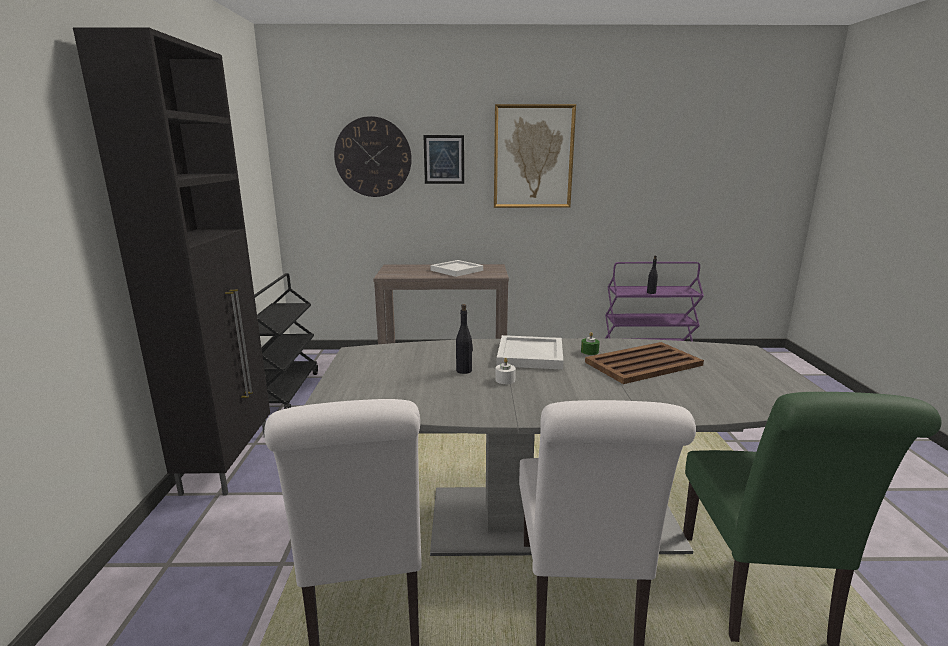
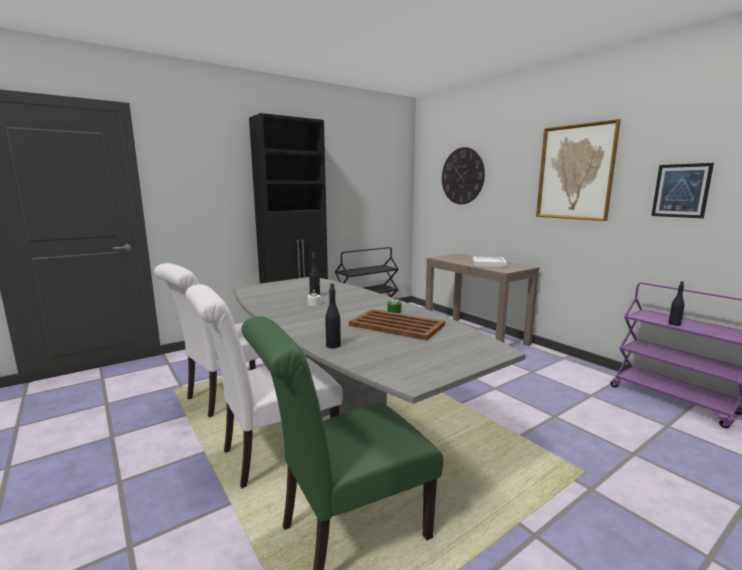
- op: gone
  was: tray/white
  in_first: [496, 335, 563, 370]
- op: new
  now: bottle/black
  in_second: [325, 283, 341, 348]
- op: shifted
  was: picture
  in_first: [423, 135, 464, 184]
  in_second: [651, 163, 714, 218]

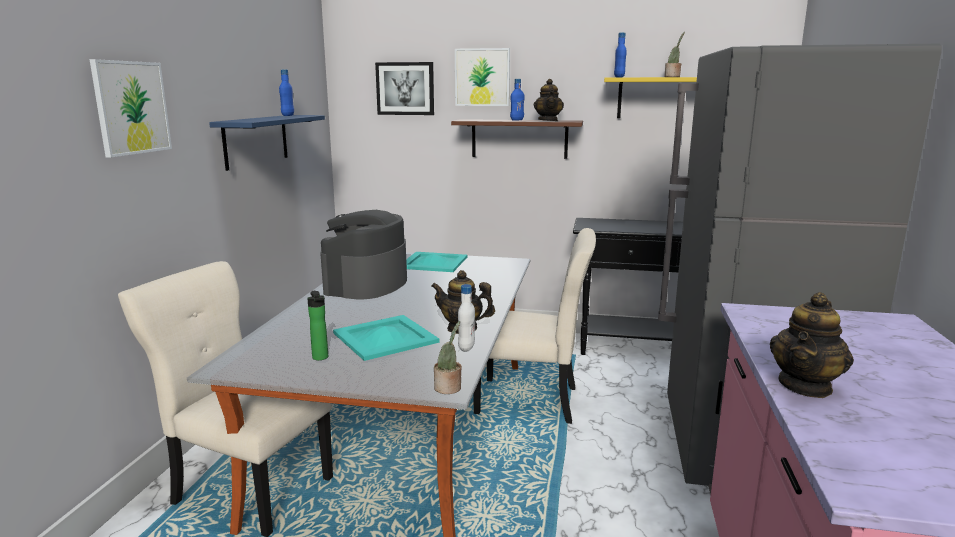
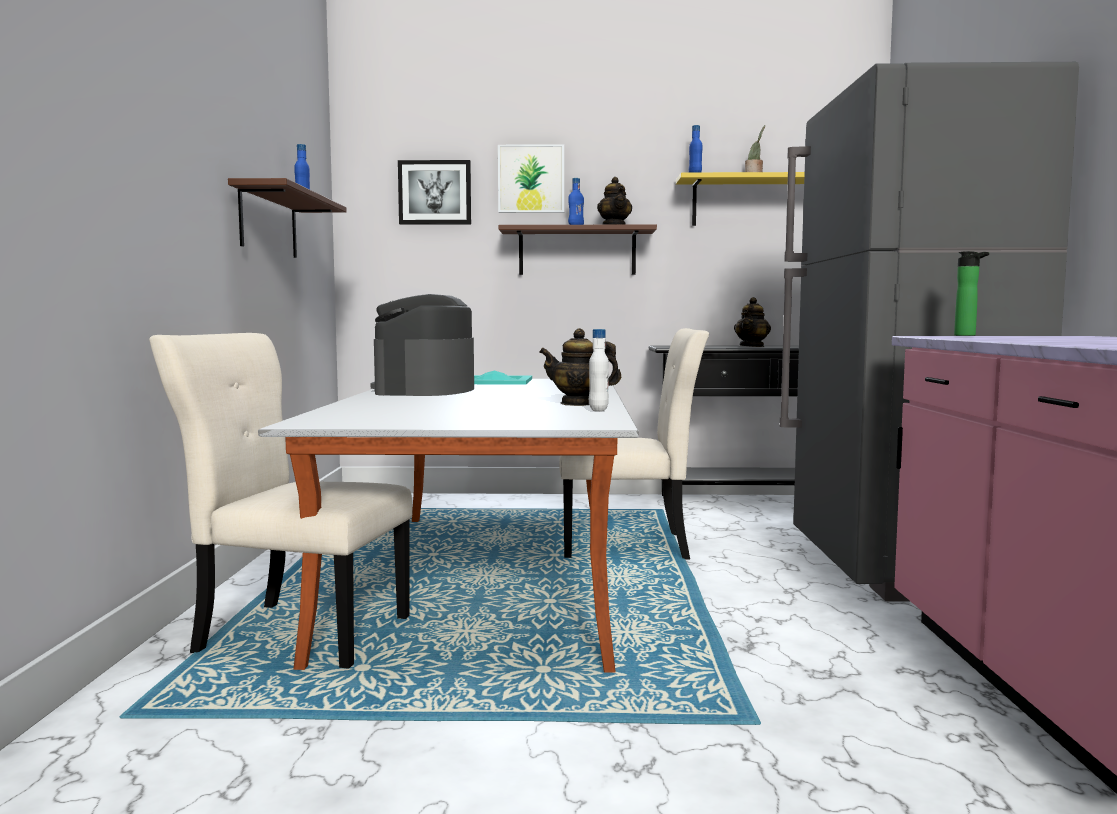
- op: gone
  was: picture
  in_first: [89, 59, 172, 158]
- op: gone
  was: tray/turquoise
  in_first: [333, 315, 440, 361]
- op: gone
  was: potted plant
  in_first: [434, 321, 462, 394]
- op: shifted
  was: bottle
  in_first: [307, 291, 328, 360]
  in_second: [954, 251, 989, 336]
- op: shifted
  was: teapot
  in_first: [770, 292, 854, 398]
  in_second: [734, 297, 771, 347]
- op: repainted
  was: shelf/blue
  now: shelf/brown
  in_first: [209, 115, 325, 171]
  in_second: [228, 178, 347, 258]

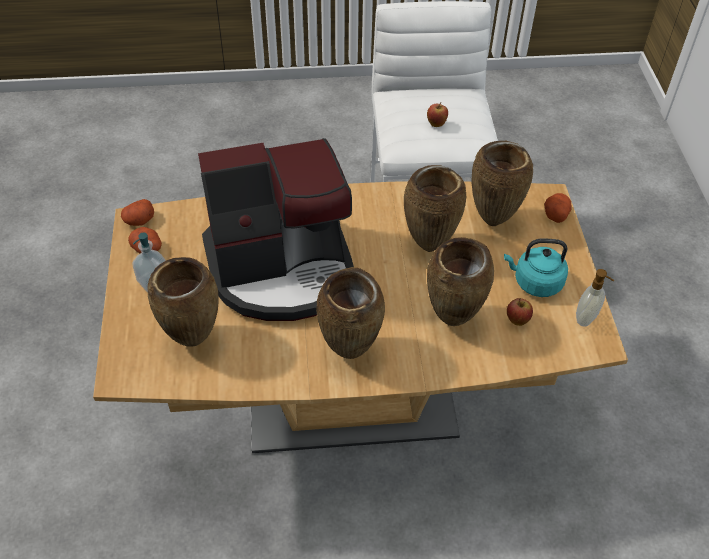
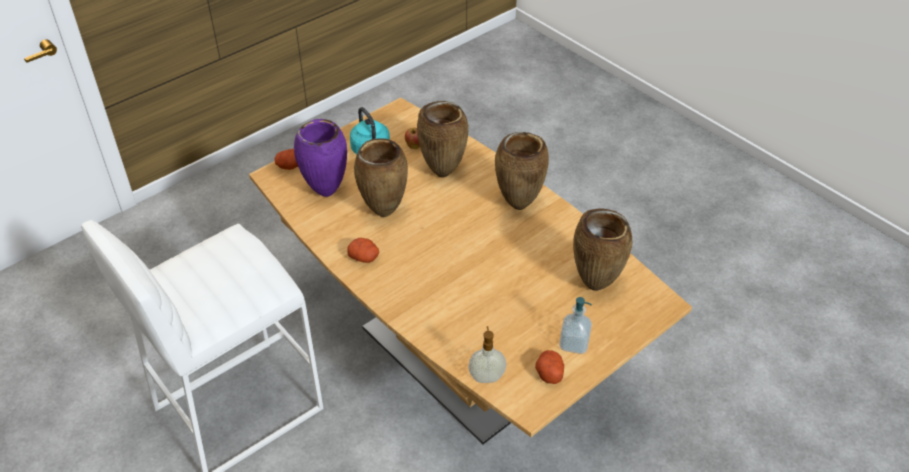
- op: gone
  was: coffee machine
  in_first: [198, 138, 354, 321]
- op: gone
  was: apple
  in_first: [427, 102, 448, 127]
- op: shifted
  was: potato
  in_first: [121, 199, 154, 226]
  in_second: [347, 238, 379, 263]
- op: shifted
  was: soap dispenser
  in_first: [576, 269, 614, 327]
  in_second: [468, 326, 506, 383]
- op: repainted
  was: vase/brown
  now: vase/purple
  in_first: [471, 141, 533, 226]
  in_second: [294, 119, 347, 197]

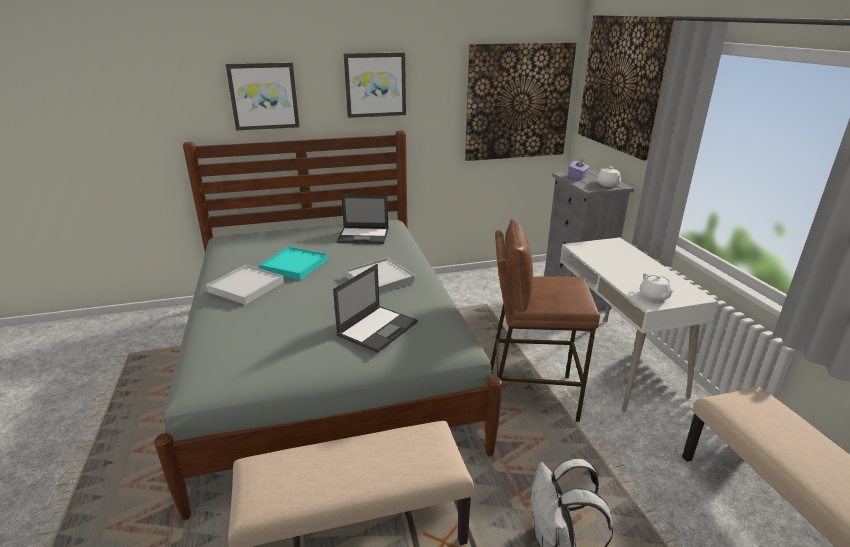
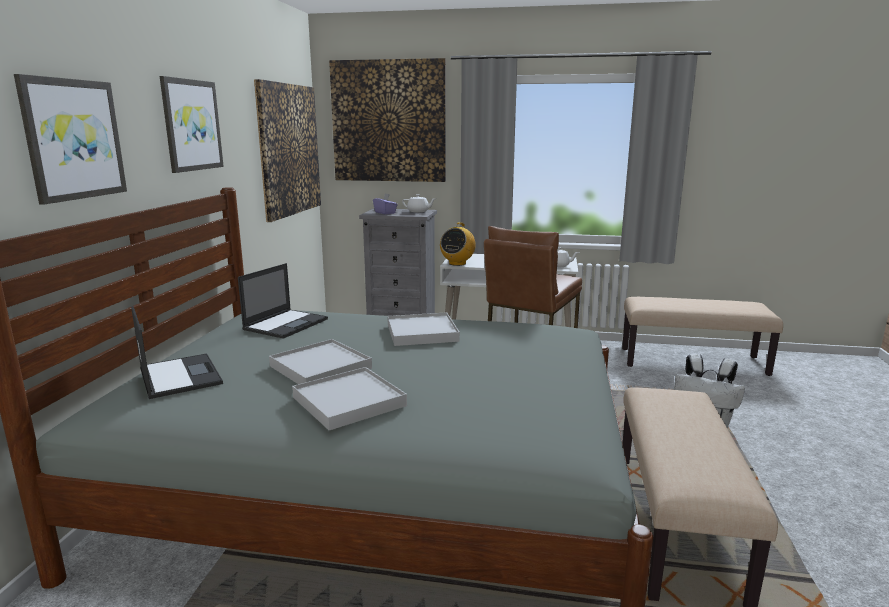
- op: new
  now: radio
  in_second: [440, 222, 476, 266]
- op: shifted
  was: laptop
  in_first: [333, 264, 417, 353]
  in_second: [131, 306, 223, 399]
- op: repainted
  was: tray/turquoise
  now: tray/white
  in_first: [259, 246, 328, 280]
  in_second: [269, 339, 372, 384]

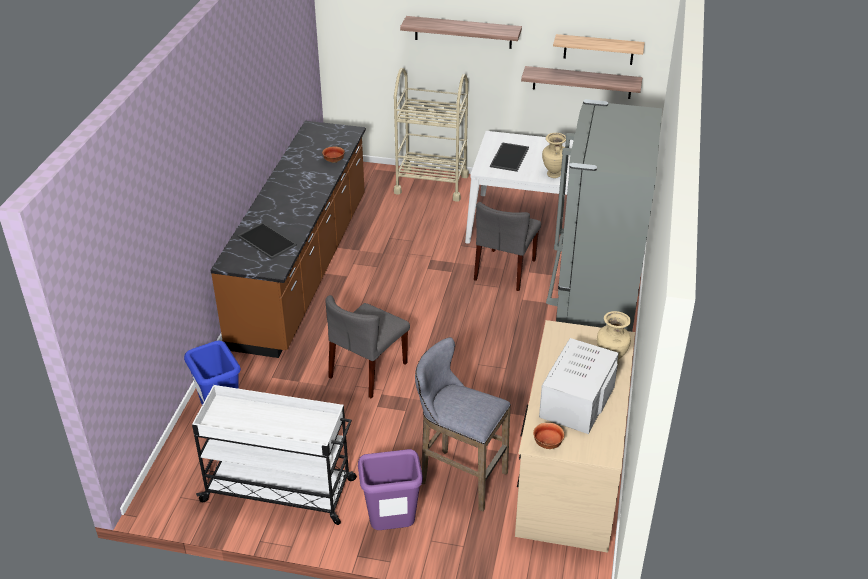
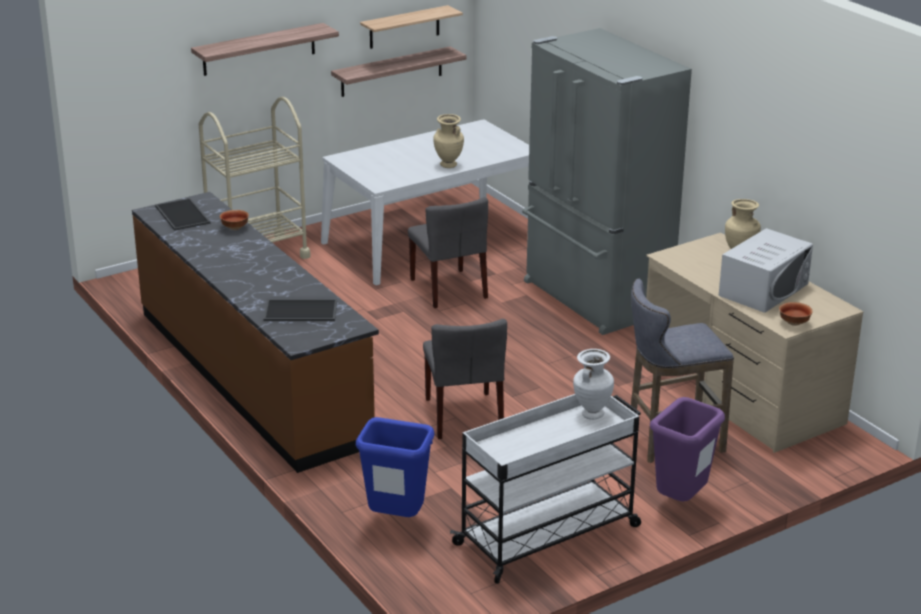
- op: new
  now: vase/white
  in_second: [573, 349, 614, 420]
- op: shifted
  was: tray
  in_first: [490, 142, 529, 172]
  in_second: [155, 198, 210, 231]
- op: rotated
  was: microwave/white
  in_first: [539, 338, 619, 434]
  in_second: [718, 228, 813, 313]
  clockwise: -120

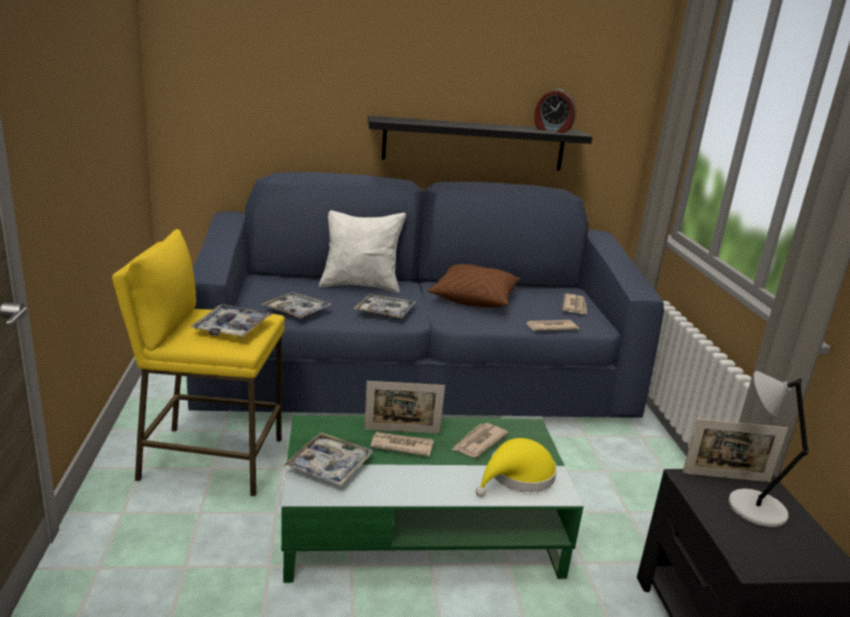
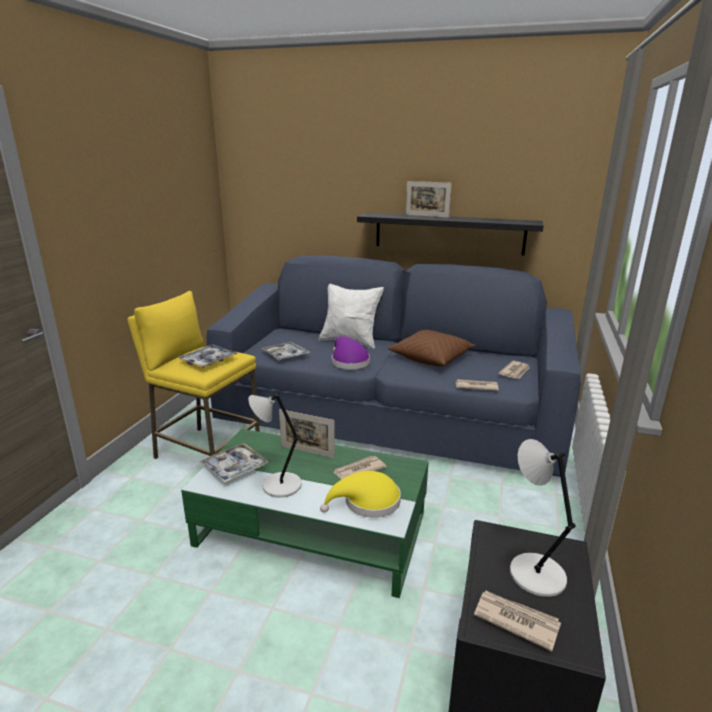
- op: gone
  was: alarm clock
  in_first: [534, 89, 576, 133]
- op: new
  now: table lamp/grey
  in_second: [248, 392, 302, 497]
- op: shifted
  was: newspaper
  in_first: [370, 432, 434, 457]
  in_second: [474, 591, 561, 651]
- op: shifted
  was: picture frame
  in_first: [682, 419, 788, 482]
  in_second: [406, 181, 452, 218]
- op: swapped
  was: tray
  now: hat/purple
  in_first: [354, 294, 416, 318]
  in_second: [332, 336, 370, 370]

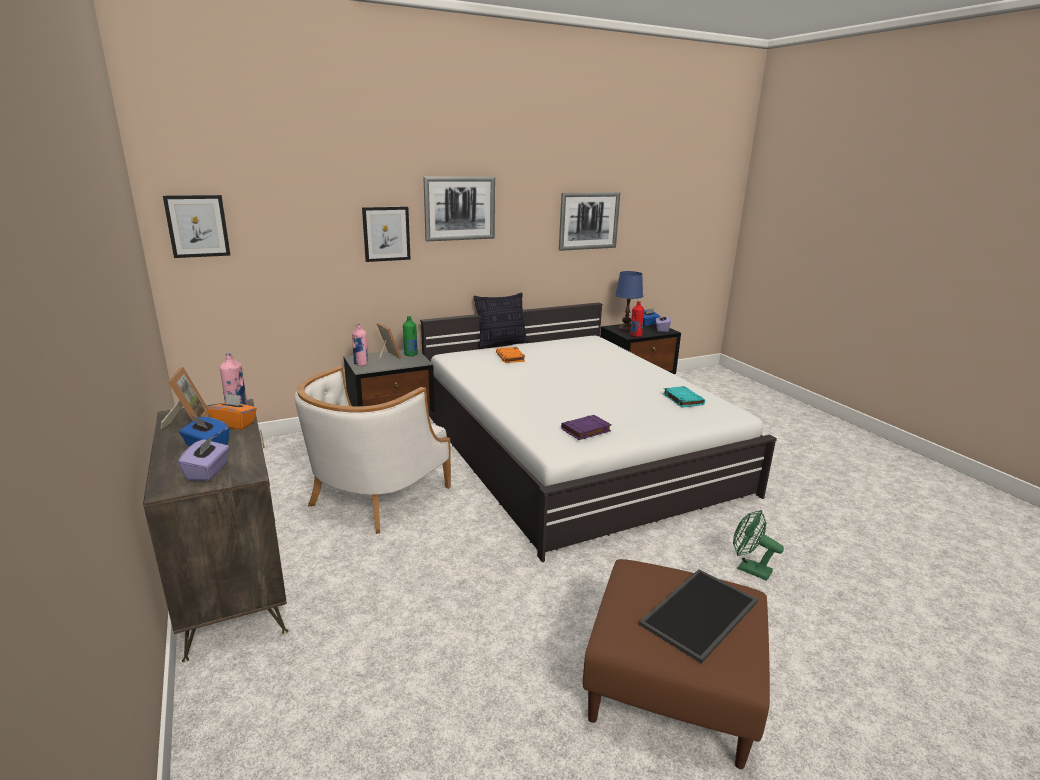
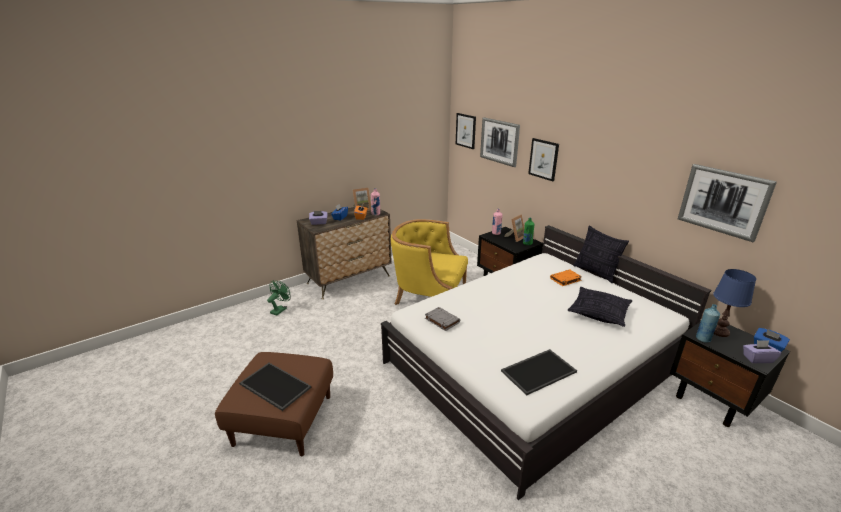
- op: new
  now: pillow
  in_second: [567, 287, 632, 327]
- op: shifted
  was: picture
  in_first: [423, 177, 495, 241]
  in_second: [480, 117, 520, 167]
- op: shifted
  was: fan/green
  in_first: [733, 510, 784, 581]
  in_second: [267, 280, 291, 316]
- op: swapped
  was: book/turquoise
  now: tray
  in_first: [663, 386, 705, 408]
  in_second: [501, 349, 577, 395]
- op: repainted
  was: armchair/white
  now: armchair/yellow
  in_first: [295, 366, 451, 534]
  in_second: [391, 219, 468, 305]
- op: repainted
  was: book/purple
  now: book/grey
  in_first: [561, 415, 612, 440]
  in_second: [425, 307, 460, 331]
- op: repainted
  was: bottle/red
  now: bottle/blue
  in_first: [630, 301, 644, 337]
  in_second: [696, 304, 720, 342]

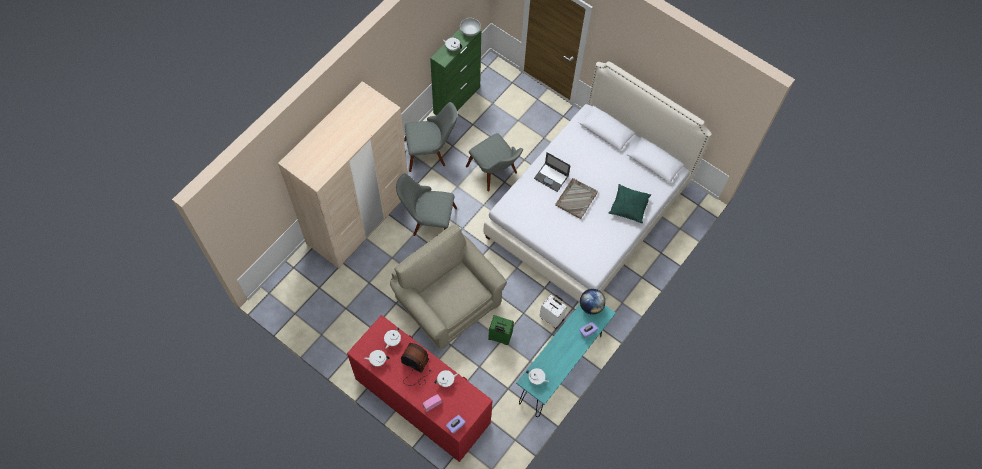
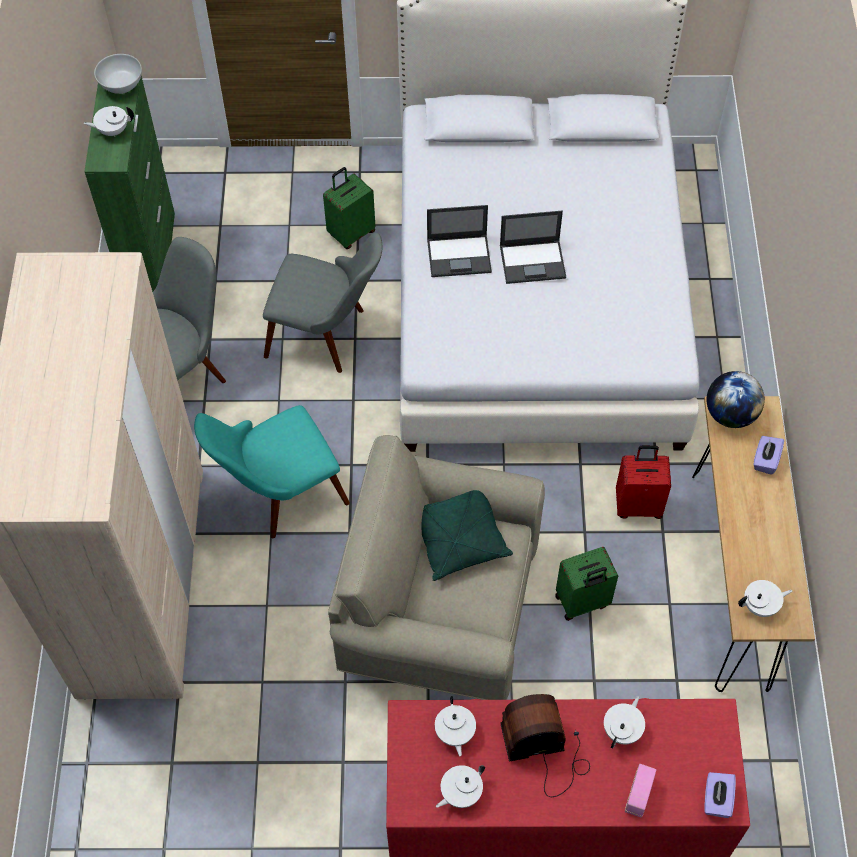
- op: new
  now: suitcase/green
  in_second: [323, 167, 375, 249]
- op: shifted
  was: pillow/green
  in_first: [608, 184, 651, 223]
  in_second: [422, 490, 513, 581]
- op: swapped
  was: tray/grey
  now: laptop
  in_first: [555, 178, 598, 219]
  in_second: [500, 211, 566, 284]
- op: repainted
  was: chair/grey
  now: chair/turquoise
  in_first: [396, 173, 457, 236]
  in_second: [194, 405, 350, 538]
- op: repainted
  was: console table/turquoise
  now: console table/brown
  in_first: [516, 304, 616, 417]
  in_second: [692, 396, 815, 692]
- op: repainted
  was: suitcase/white
  now: suitcase/red
  in_first: [539, 295, 567, 329]
  in_second: [616, 446, 671, 519]

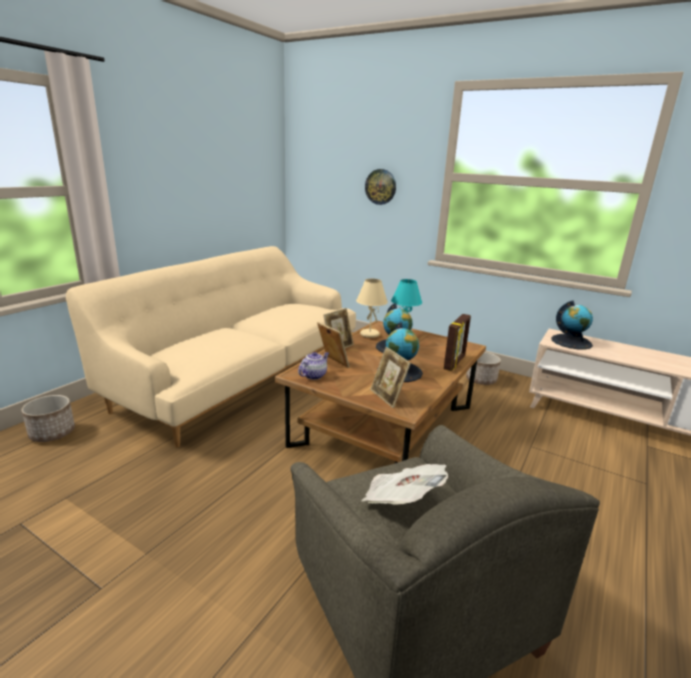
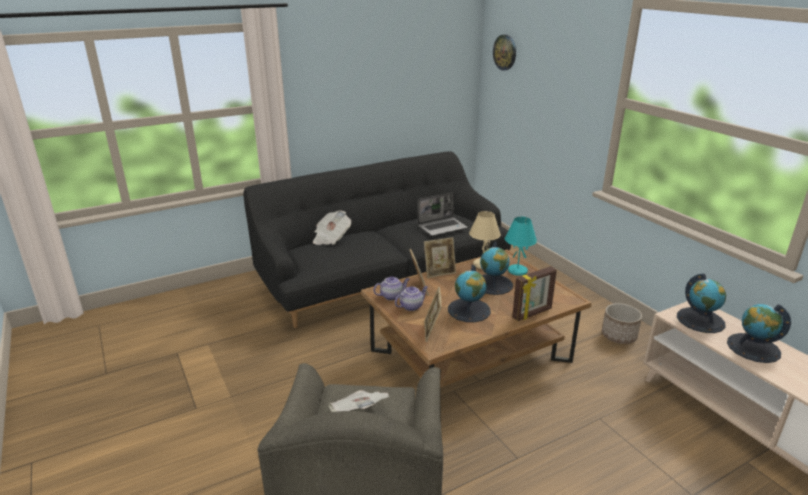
- op: gone
  was: planter
  in_first: [22, 395, 75, 442]
- op: new
  now: newspaper
  in_second: [313, 210, 351, 245]
- op: new
  now: teapot
  in_second: [395, 286, 428, 311]
- op: new
  now: laptop
  in_second: [418, 192, 468, 236]
- op: new
  now: globe
  in_second: [727, 304, 791, 363]
- op: shifted
  was: wall clock
  in_first: [365, 169, 396, 205]
  in_second: [493, 34, 516, 70]
- op: repainted
  was: sofa/beige
  now: sofa/black
  in_first: [66, 246, 356, 448]
  in_second: [243, 151, 511, 328]

